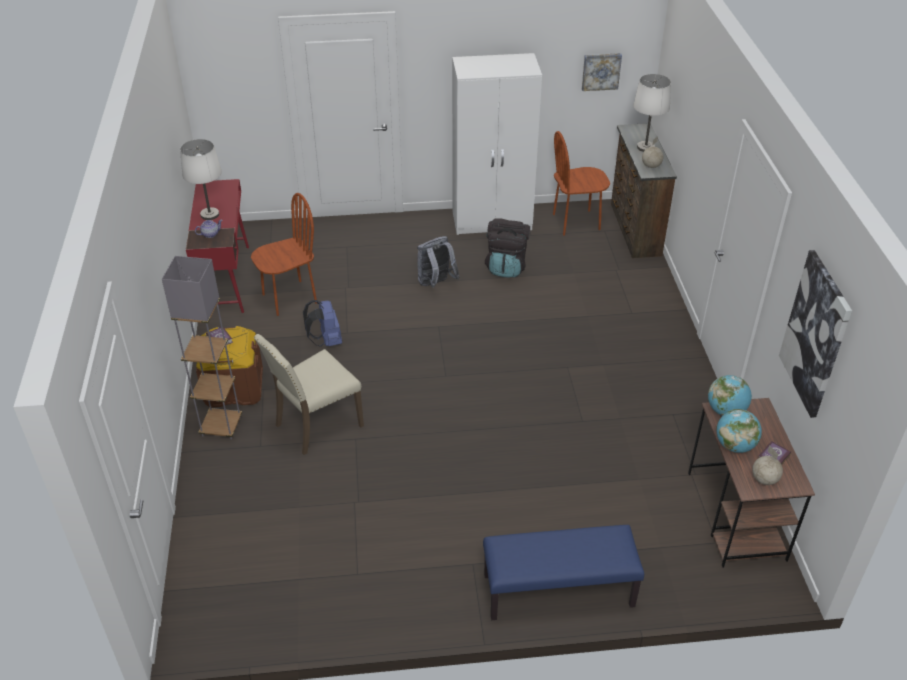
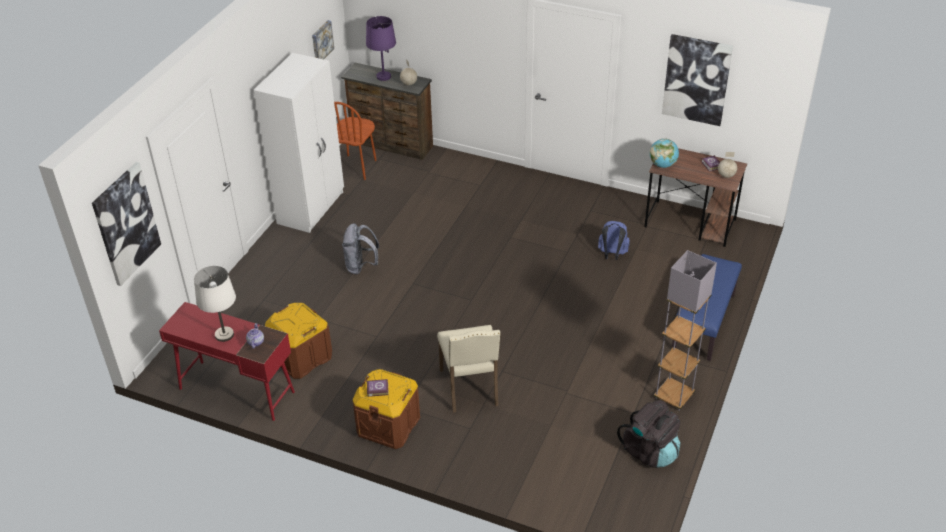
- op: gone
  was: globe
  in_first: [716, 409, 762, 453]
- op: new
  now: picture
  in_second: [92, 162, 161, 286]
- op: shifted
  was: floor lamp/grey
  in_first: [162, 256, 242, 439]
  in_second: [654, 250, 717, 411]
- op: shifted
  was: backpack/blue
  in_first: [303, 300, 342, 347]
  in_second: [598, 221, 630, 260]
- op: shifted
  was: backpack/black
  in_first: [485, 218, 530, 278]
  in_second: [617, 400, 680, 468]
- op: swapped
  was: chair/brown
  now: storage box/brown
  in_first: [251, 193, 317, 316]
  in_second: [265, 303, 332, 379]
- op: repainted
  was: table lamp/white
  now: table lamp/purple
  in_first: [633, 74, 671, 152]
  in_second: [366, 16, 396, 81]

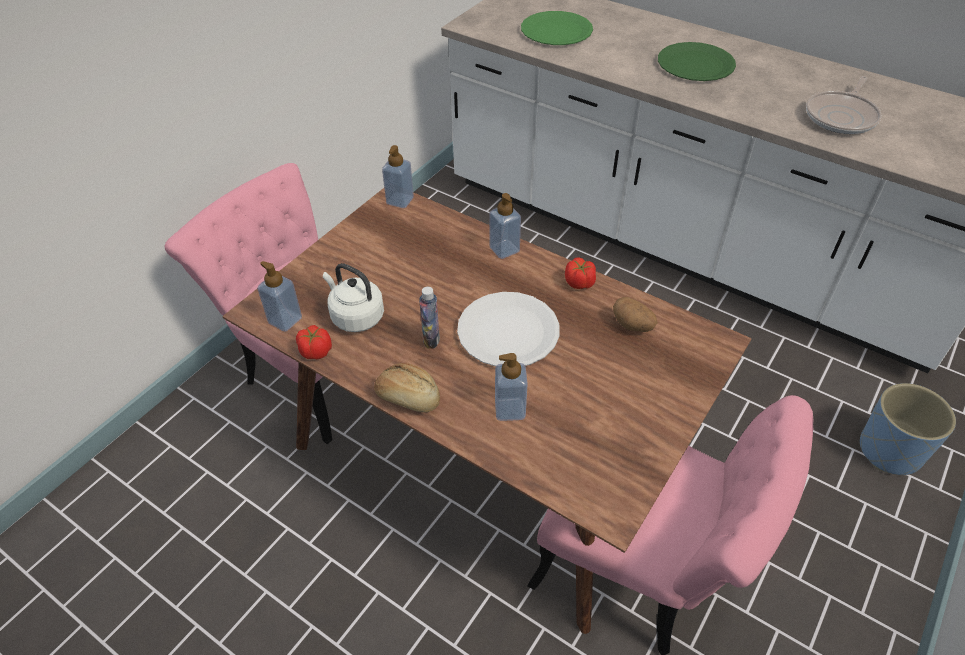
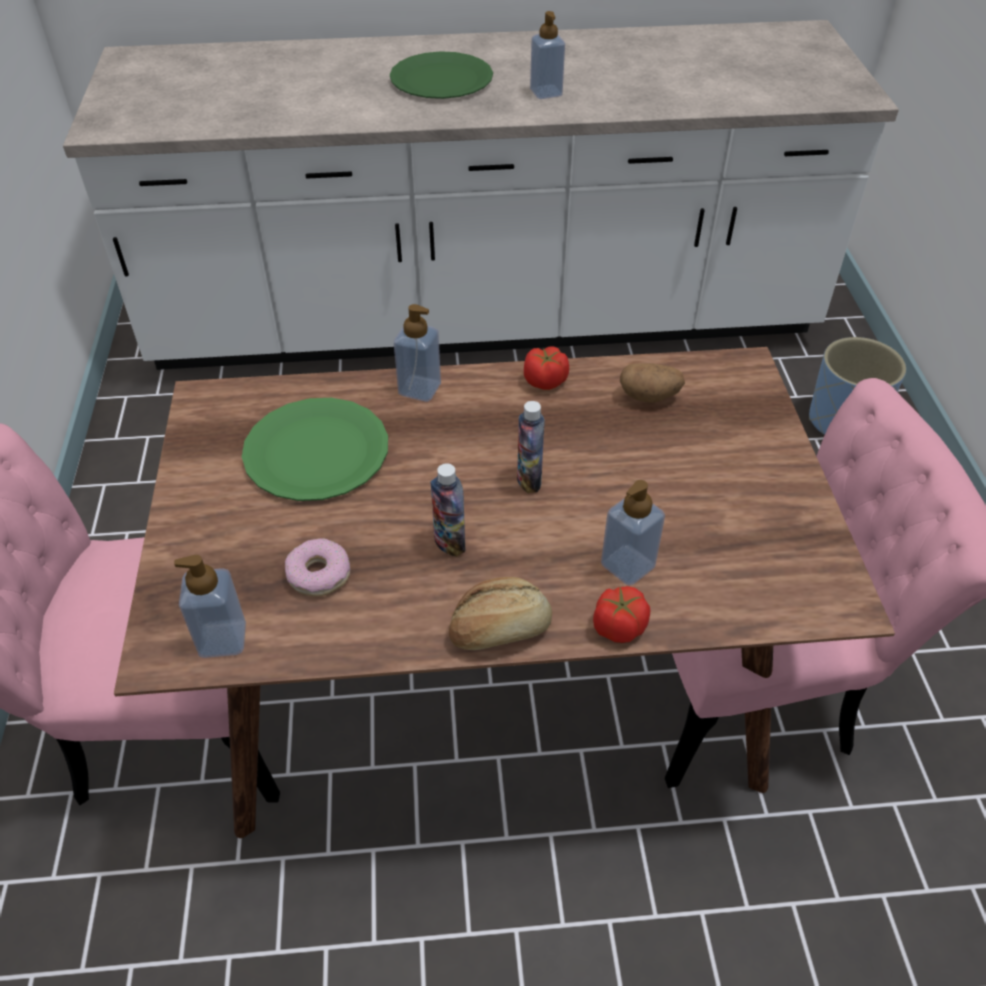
- op: gone
  was: frying pan
  in_first: [806, 76, 882, 134]
- op: shifted
  was: tomato
  in_first: [296, 325, 332, 359]
  in_second: [593, 586, 650, 643]
- op: shifted
  was: soap dispenser
  in_first: [382, 145, 414, 208]
  in_second: [530, 11, 565, 99]
- op: shifted
  was: plate/green
  in_first: [521, 11, 593, 45]
  in_second: [242, 398, 388, 501]
- op: swapped
  was: kettle/white
  now: donut
  in_first: [323, 263, 384, 332]
  in_second: [285, 538, 350, 596]
- op: swapped
  was: plate/white
  now: bottle
  in_first: [457, 292, 560, 366]
  in_second: [517, 401, 545, 493]

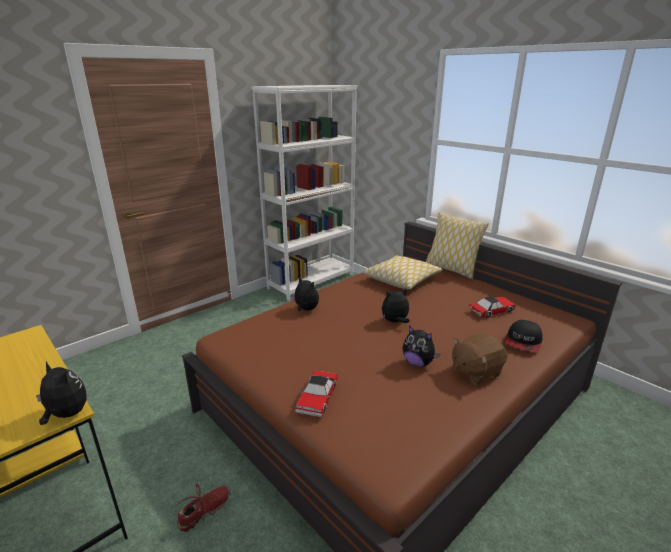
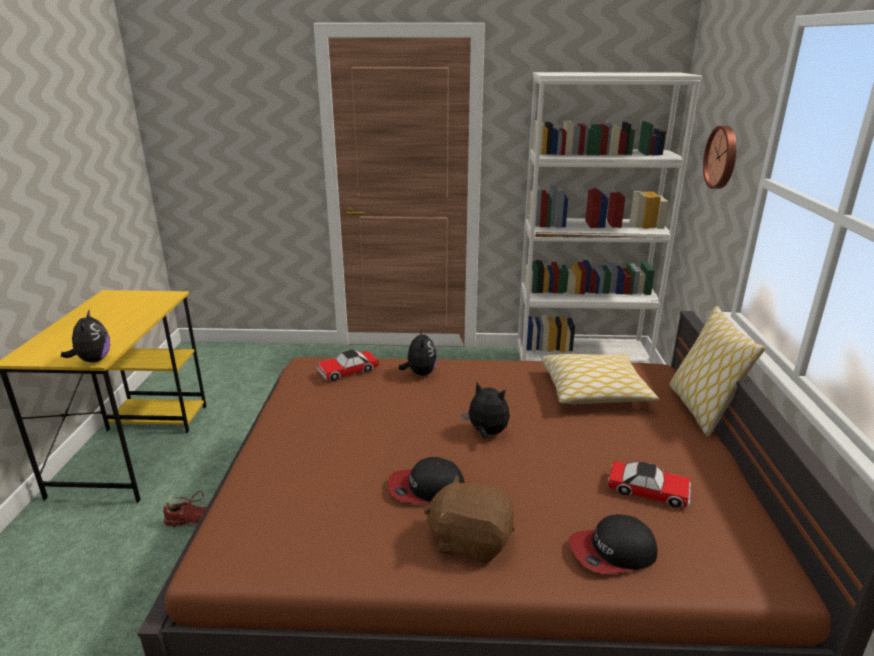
- op: new
  now: wall clock
  in_second: [703, 126, 736, 189]
- op: shifted
  was: toy car
  in_first: [295, 370, 338, 417]
  in_second: [316, 350, 379, 381]
- op: swapped
  was: plush toy
  now: cap
  in_first: [403, 326, 440, 367]
  in_second: [388, 457, 465, 504]

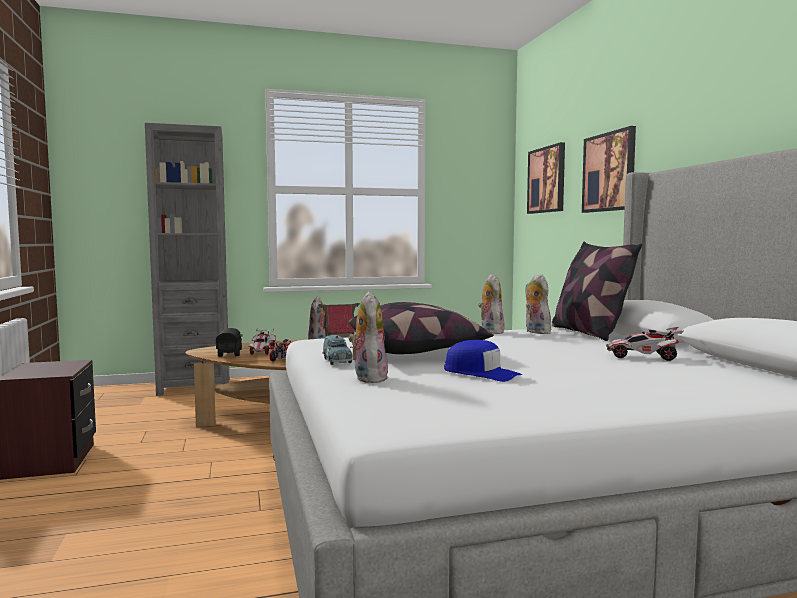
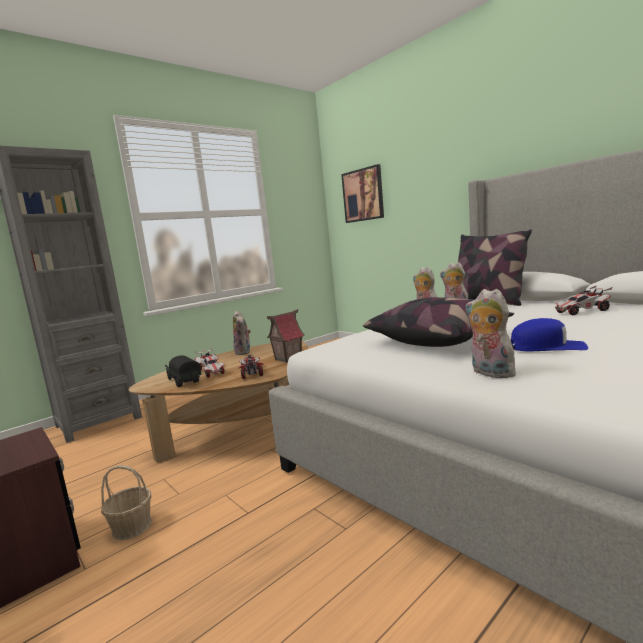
- op: gone
  was: toy car/blue
  in_first: [322, 335, 353, 365]
- op: gone
  was: picture
  in_first: [582, 126, 636, 213]
- op: new
  now: basket
  in_second: [101, 465, 152, 540]

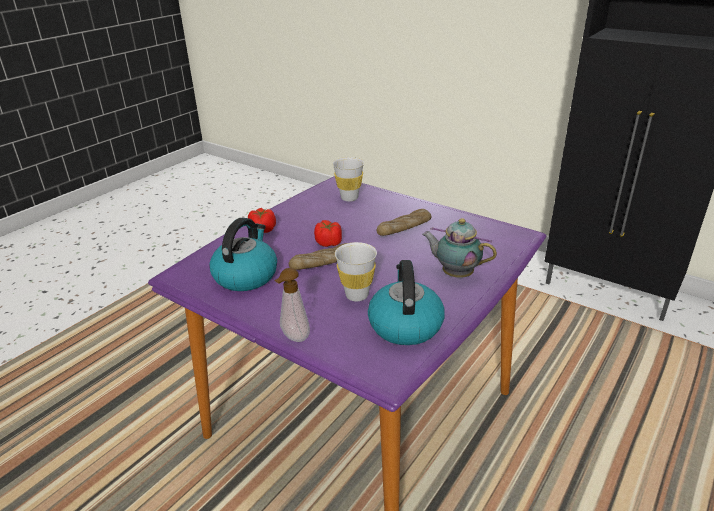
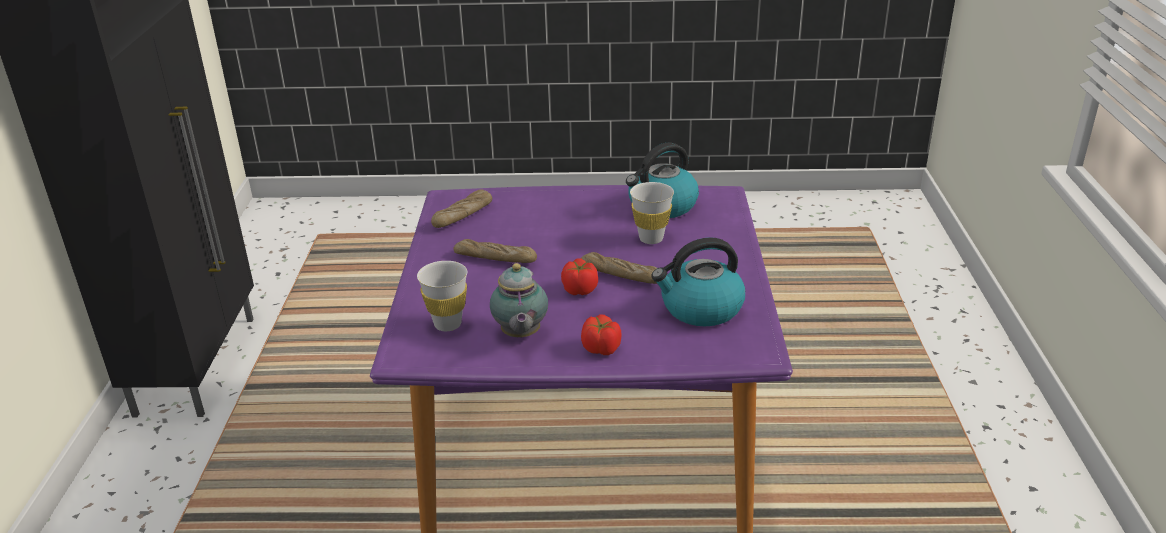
- op: gone
  was: soap dispenser
  in_first: [275, 268, 310, 342]
- op: new
  now: bread
  in_second: [431, 189, 492, 228]
- op: shifted
  was: teapot
  in_first: [422, 218, 497, 278]
  in_second: [490, 263, 548, 338]

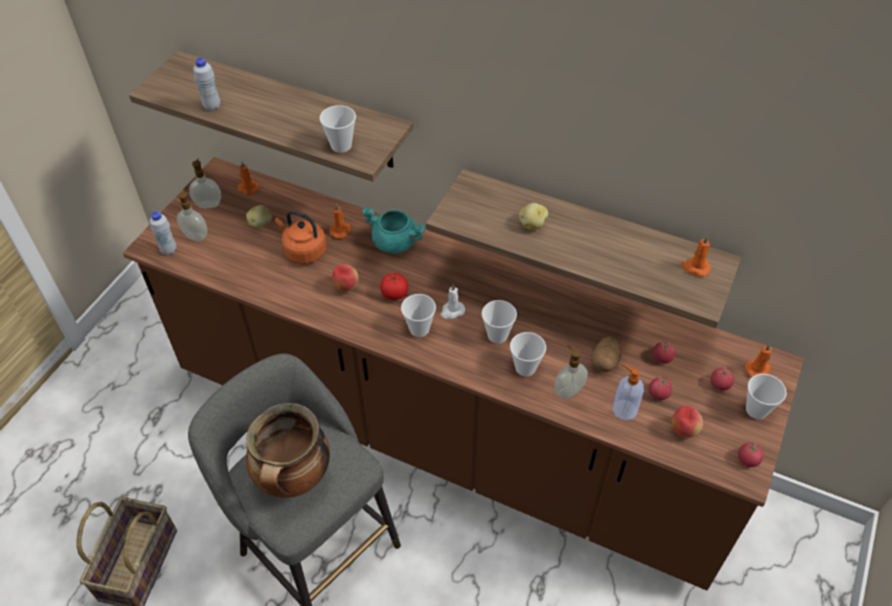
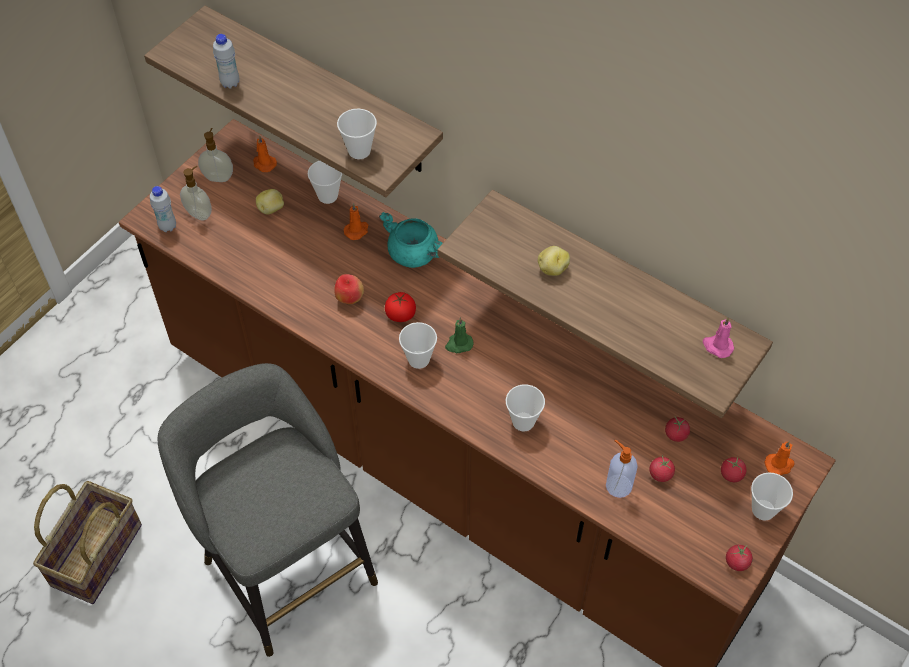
- op: gone
  was: cooking pot
  in_first: [246, 403, 330, 498]
- op: gone
  was: kettle/orange
  in_first: [275, 210, 327, 264]
- op: gone
  was: soap dispenser
  in_first: [554, 345, 588, 399]
- op: gone
  was: potato
  in_first: [591, 336, 622, 372]
- op: gone
  was: apple
  in_first: [671, 406, 703, 438]
- op: shifted
  was: cup
  in_first: [482, 300, 517, 344]
  in_second: [308, 161, 342, 204]
- op: repainted
  was: candle/white
  now: candle/green
  in_first: [440, 284, 465, 319]
  in_second: [445, 318, 474, 353]
- op: repainted
  was: candle/orange
  now: candle/pink
  in_first: [681, 236, 711, 277]
  in_second: [703, 318, 734, 358]

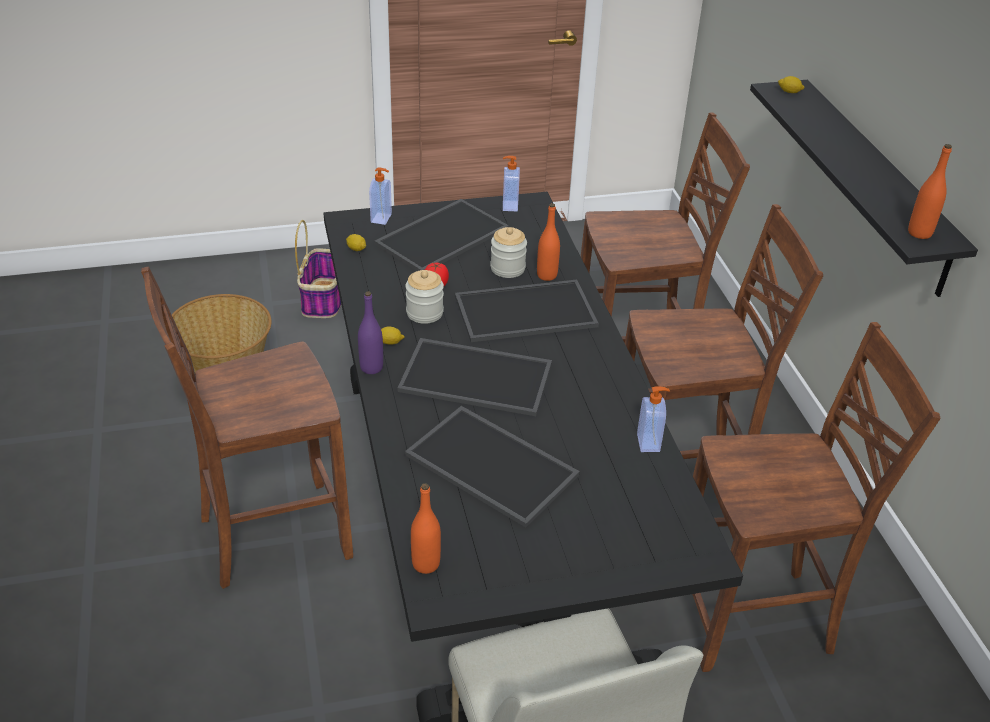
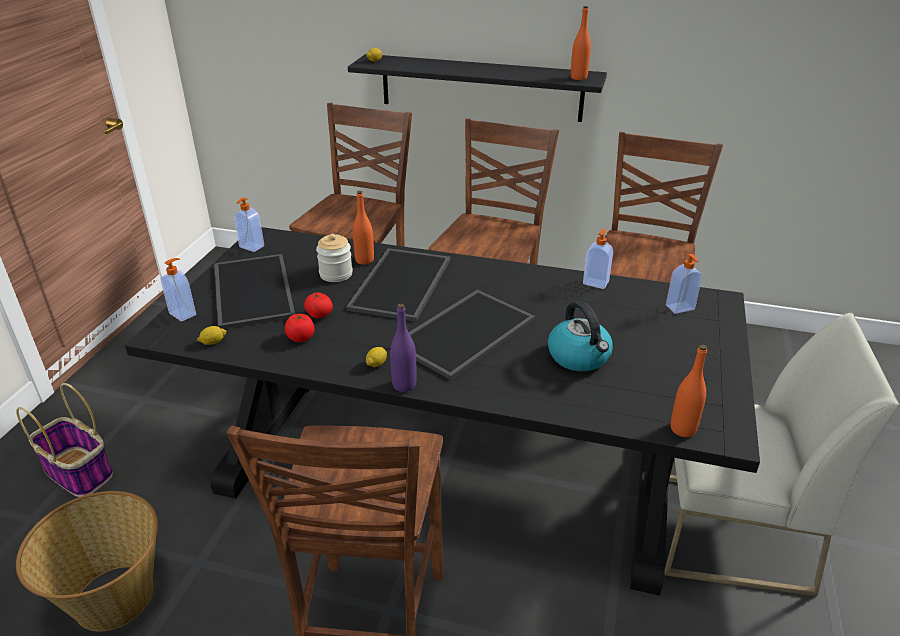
- op: gone
  was: jar
  in_first: [405, 270, 444, 324]
- op: new
  now: tomato
  in_second: [285, 314, 314, 342]
- op: new
  now: soap dispenser
  in_second: [666, 254, 702, 314]
- op: swapped
  was: tray
  now: kettle
  in_first: [405, 406, 580, 527]
  in_second: [548, 301, 613, 371]

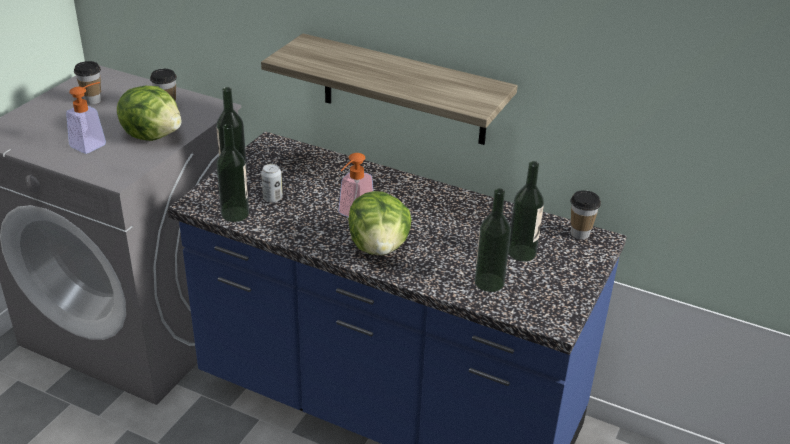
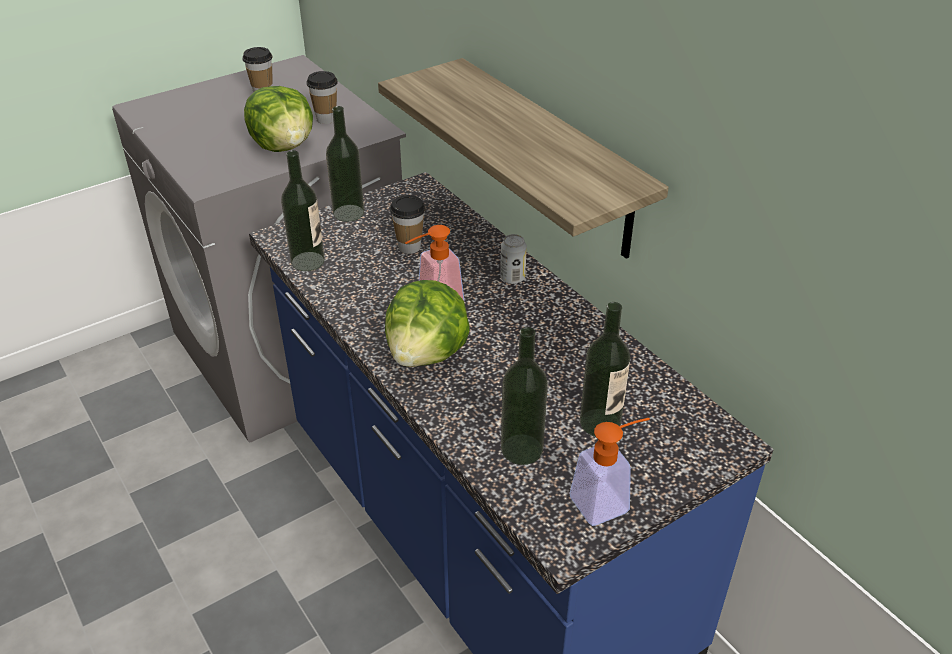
- op: shifted
  was: soap dispenser
  in_first: [66, 82, 106, 154]
  in_second: [570, 418, 650, 526]
- op: shifted
  was: can
  in_first: [261, 164, 283, 203]
  in_second: [500, 234, 527, 284]
- op: shifted
  was: cup
  in_first: [571, 190, 601, 239]
  in_second: [390, 195, 425, 254]

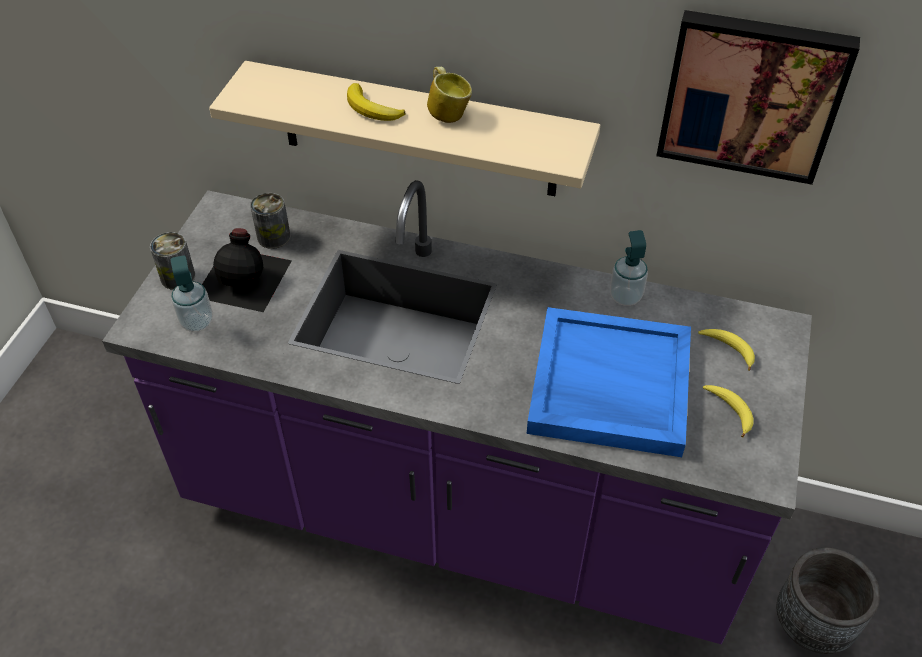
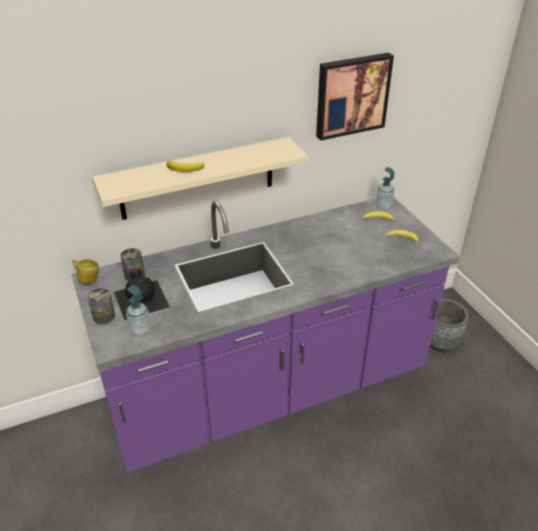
- op: gone
  was: tray/blue
  in_first: [527, 307, 691, 457]
- op: shifted
  was: mug
  in_first: [427, 67, 472, 123]
  in_second: [72, 259, 99, 284]
- op: shifted
  was: soap dispenser
  in_first: [610, 230, 648, 306]
  in_second: [376, 167, 395, 209]

